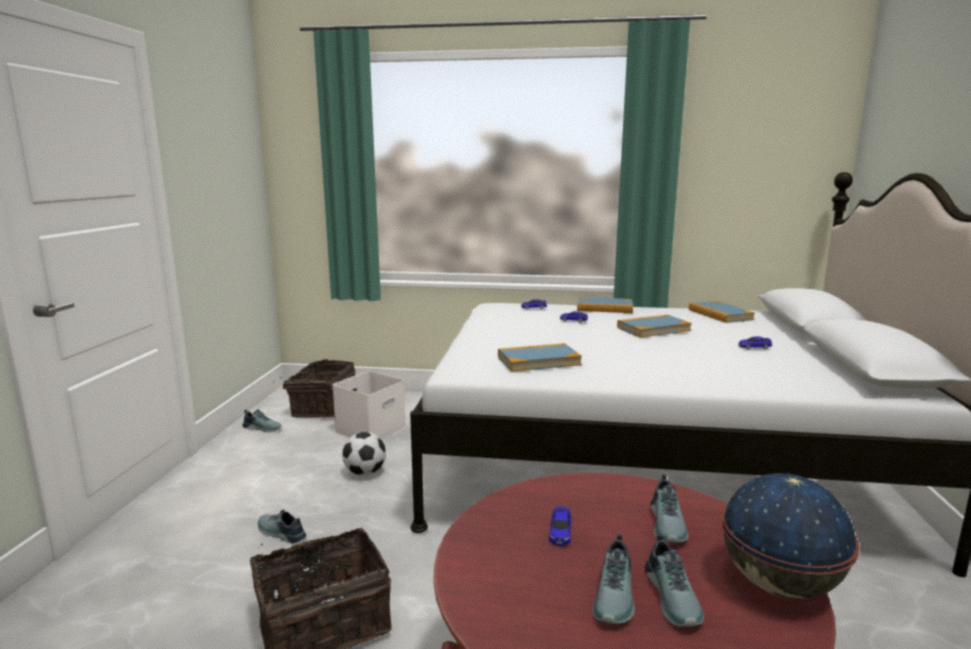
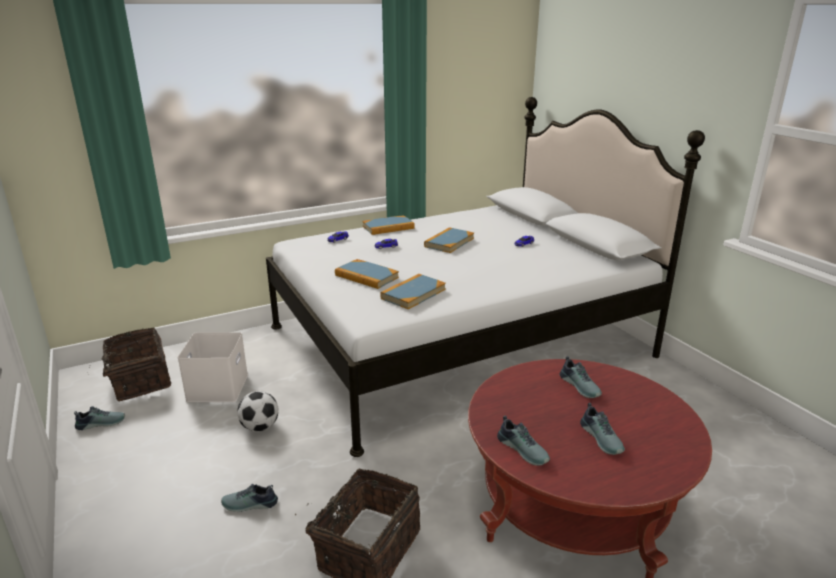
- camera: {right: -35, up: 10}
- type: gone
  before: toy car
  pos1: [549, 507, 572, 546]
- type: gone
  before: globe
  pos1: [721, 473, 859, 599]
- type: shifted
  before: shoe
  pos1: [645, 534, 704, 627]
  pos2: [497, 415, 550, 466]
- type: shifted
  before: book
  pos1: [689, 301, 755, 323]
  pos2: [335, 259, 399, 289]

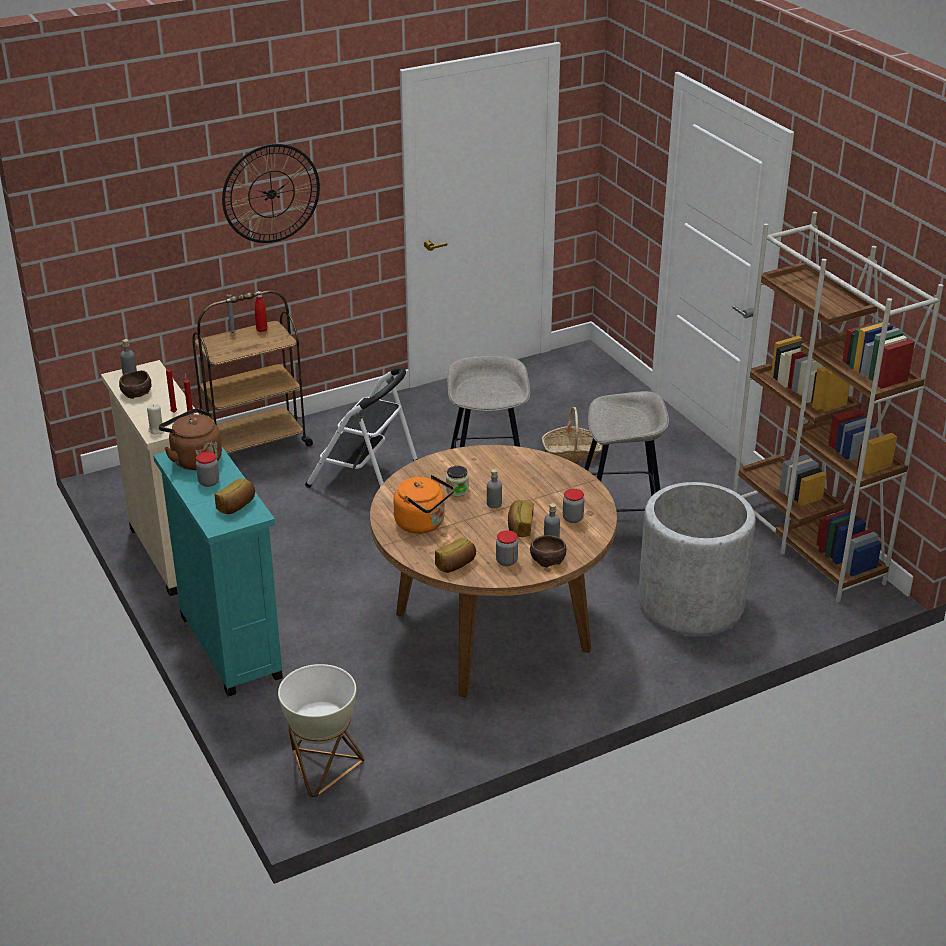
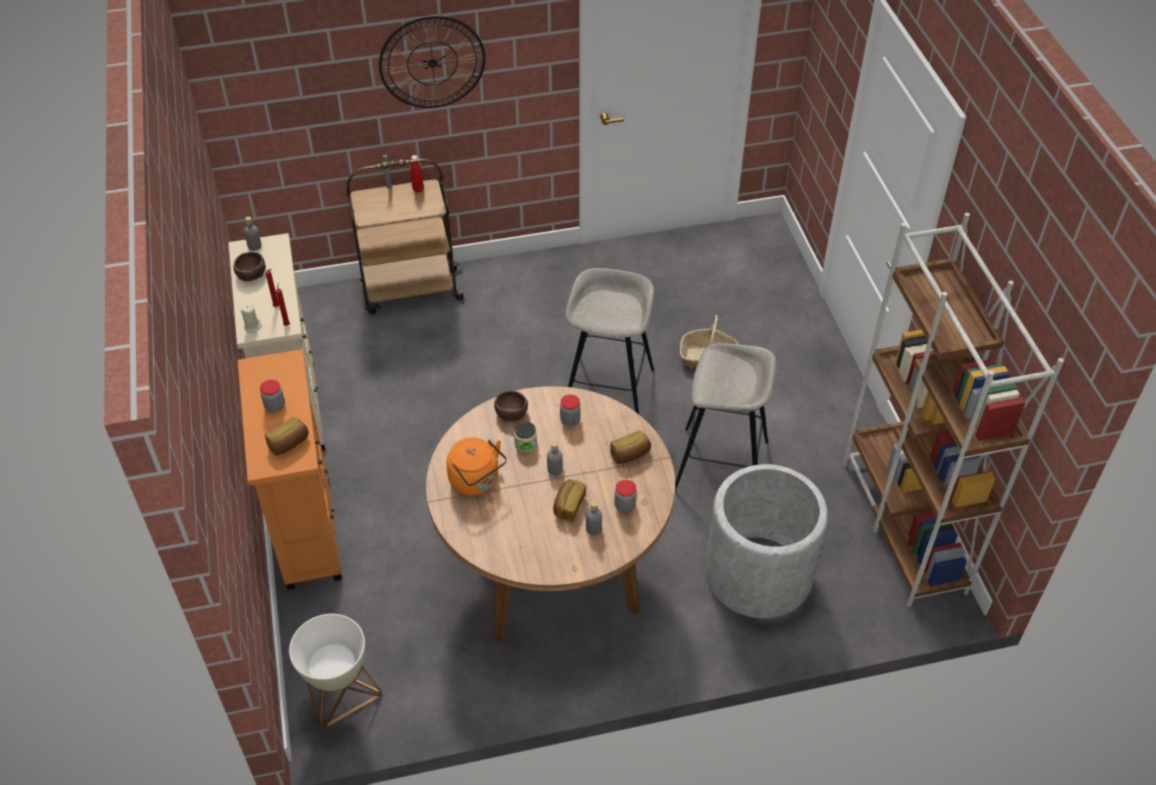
- camera: {right: 15, up: 15}
- type: gone
  before: kettle in brown
  pos1: [159, 408, 222, 470]
- type: gone
  before: step ladder
  pos1: [305, 368, 418, 488]
- type: shifted
  before: bread
  pos1: [435, 538, 476, 573]
  pos2: [610, 430, 651, 464]
- type: shifted
  before: jar
  pos1: [496, 530, 518, 566]
  pos2: [560, 394, 581, 426]
- type: shifted
  before: bowl in brown
  pos1: [530, 535, 567, 567]
  pos2: [494, 391, 528, 422]
- type: repainted
  before: cabinet in turquoise
  after: cabinet in orange
  pos1: [153, 447, 283, 697]
  pos2: [238, 349, 342, 590]

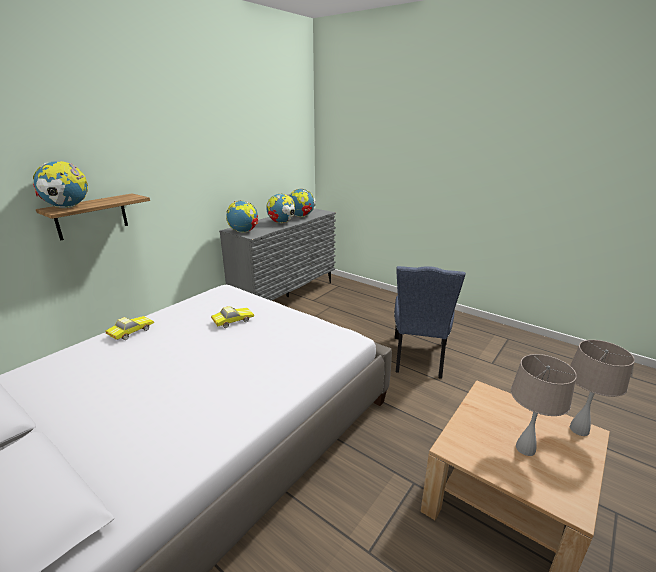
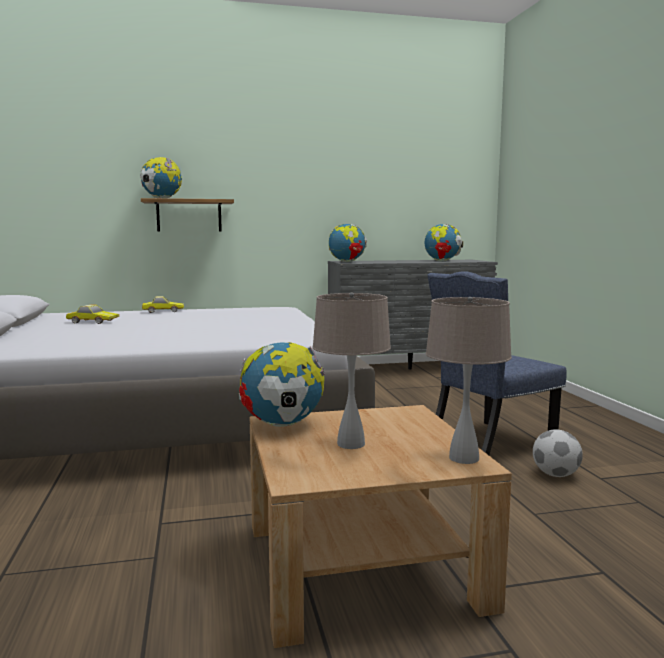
- camera: {right: 40, up: -15}
- type: new
  after: football
  pos2: [533, 429, 583, 477]
- type: shifted
  before: toy car
  pos1: [211, 306, 254, 328]
  pos2: [66, 305, 119, 324]
- type: shifted
  before: globe
  pos1: [266, 194, 295, 224]
  pos2: [239, 342, 325, 427]

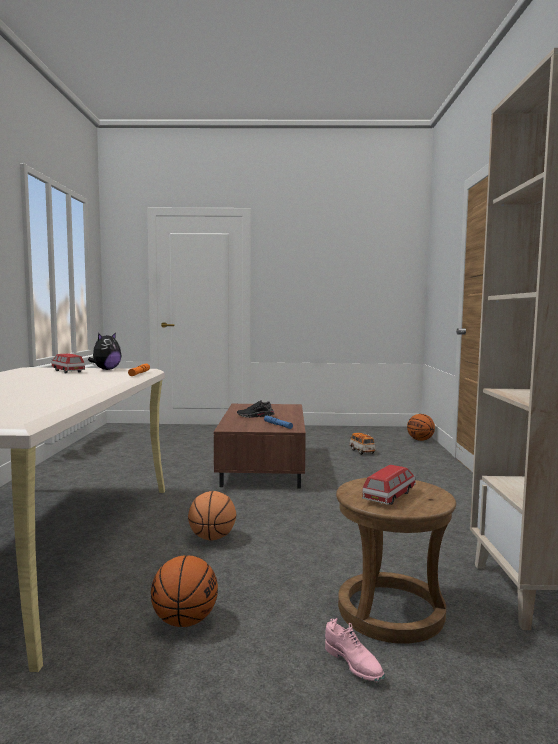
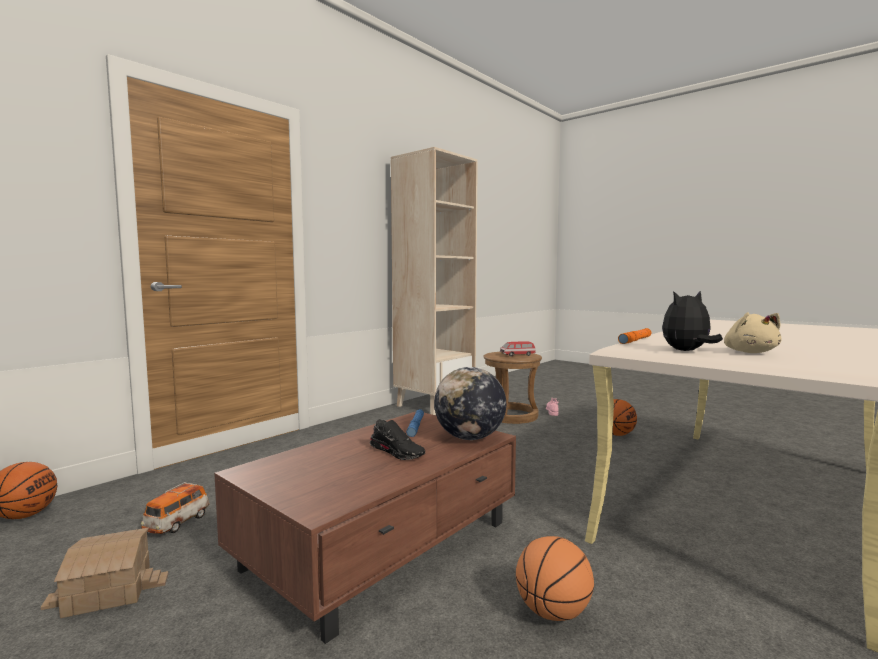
- camera: {right: -140, up: 0}
- type: new
  after: toy house
  pos2: [40, 528, 169, 618]
- type: new
  after: globe
  pos2: [434, 367, 506, 440]
- type: shifted
  before: basketball
  pos1: [188, 491, 236, 541]
  pos2: [516, 536, 594, 621]
- type: swapped
  before: toy car
  after: plush toy in beige
  pos1: [51, 354, 85, 373]
  pos2: [724, 312, 782, 353]

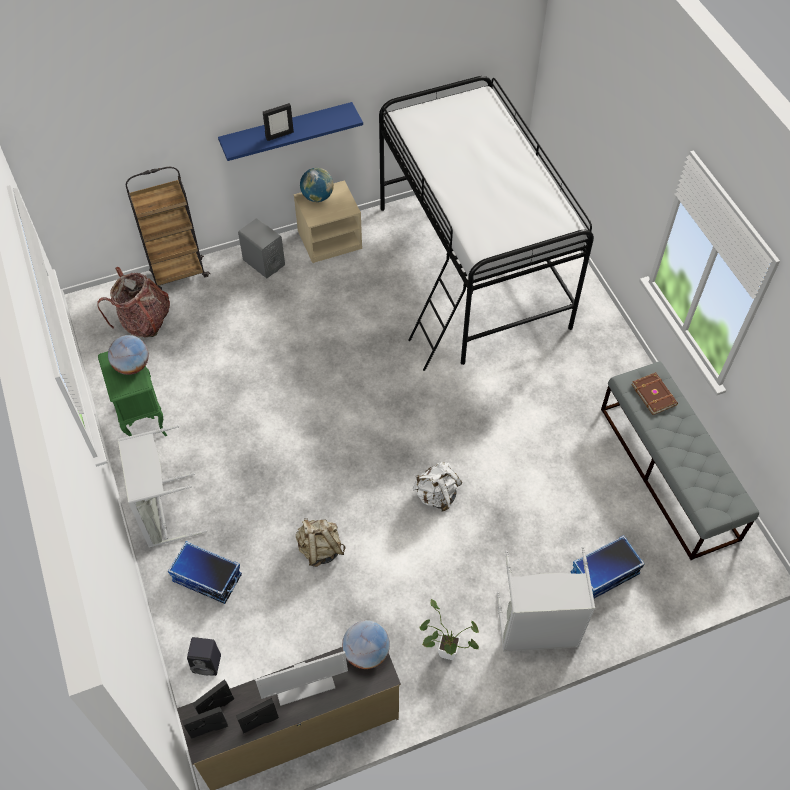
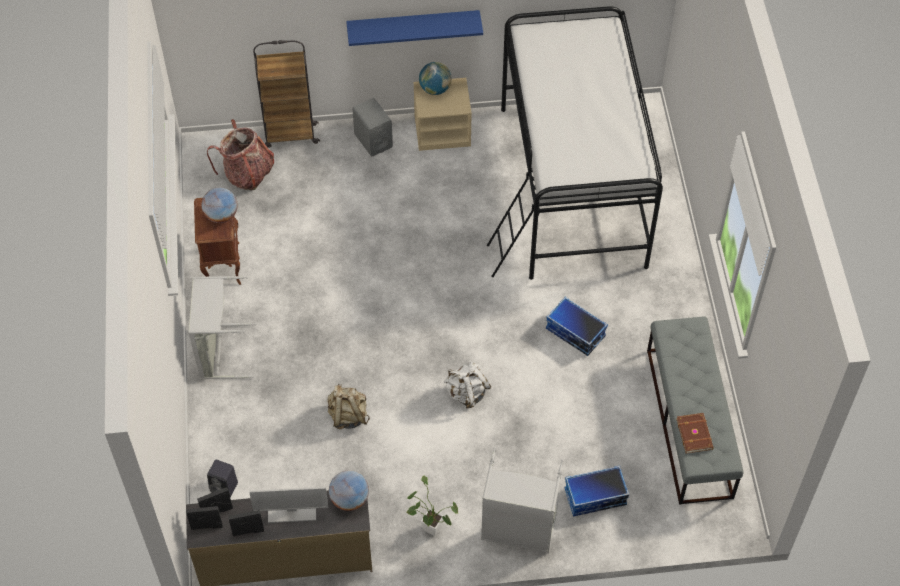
- camera: {right: 15, up: 0}
- type: gone
  before: picture frame
  pos1: [263, 103, 294, 141]
- type: shifted
  before: storage box
  pos1: [168, 541, 242, 604]
  pos2: [546, 297, 608, 356]
- type: shifted
  before: book in brown
  pos1: [631, 372, 678, 415]
  pos2: [676, 413, 714, 454]
- type: repainted
  before: nightstand in green
  after: nightstand in brown
  pos1: [98, 351, 167, 436]
  pos2: [194, 198, 241, 285]

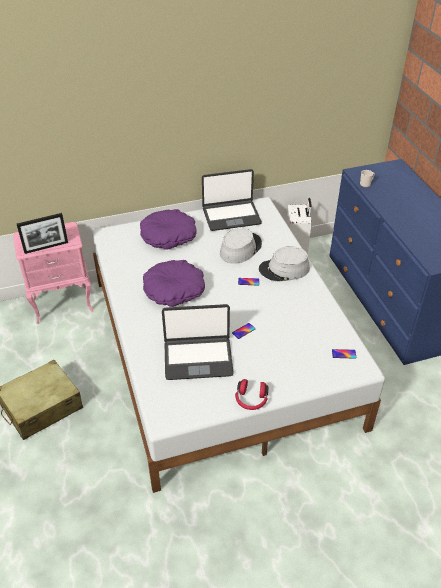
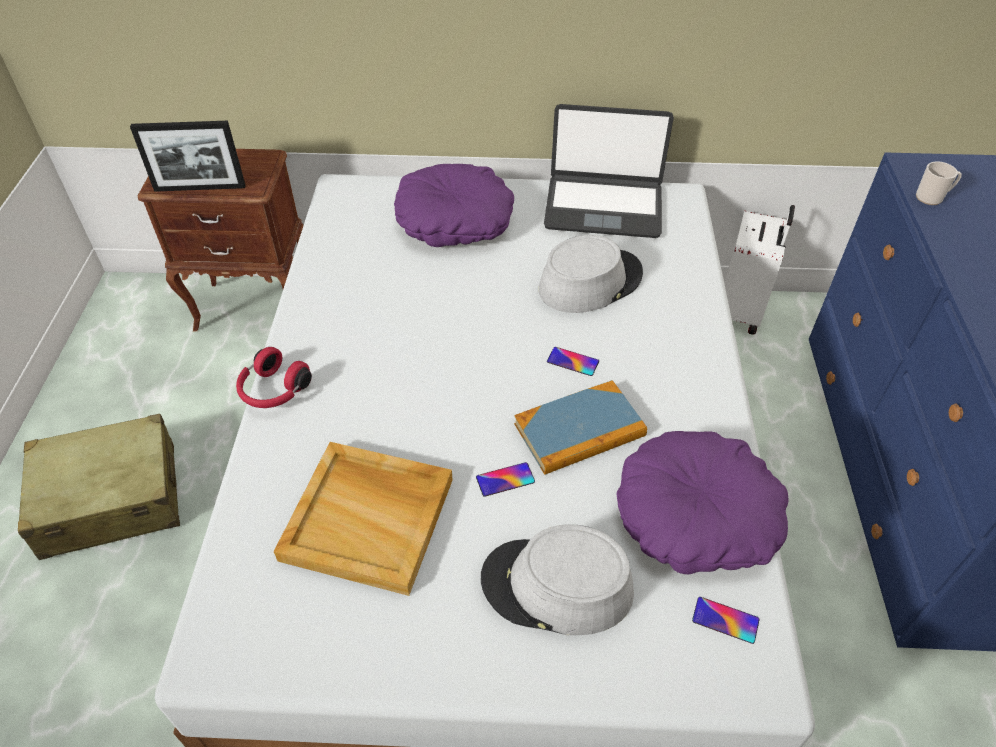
- camera: {right: 20, up: 5}
- type: new
  after: book
  pos2: [514, 380, 647, 475]
- type: shifted
  before: pillow in purple
  pos1: [143, 260, 205, 307]
  pos2: [617, 431, 788, 574]
- type: shifted
  before: headphones in red
  pos1: [235, 379, 269, 410]
  pos2: [236, 347, 312, 408]
- type: shifted
  before: hat in grey
  pos1: [259, 246, 310, 281]
  pos2: [481, 524, 634, 635]
- type: swapped
  before: laptop
  after: tray in beige
  pos1: [162, 304, 234, 380]
  pos2: [274, 442, 453, 596]
- type: repainted
  before: nightstand in pink
  after: nightstand in brown
  pos1: [13, 222, 94, 324]
  pos2: [138, 149, 304, 331]

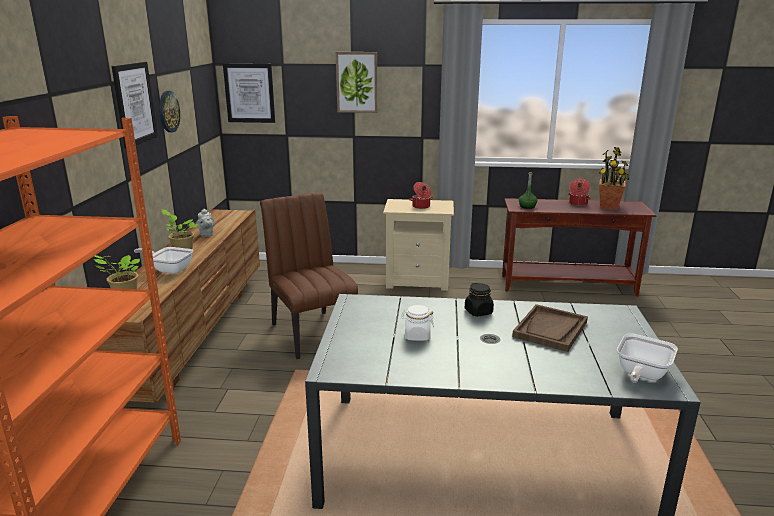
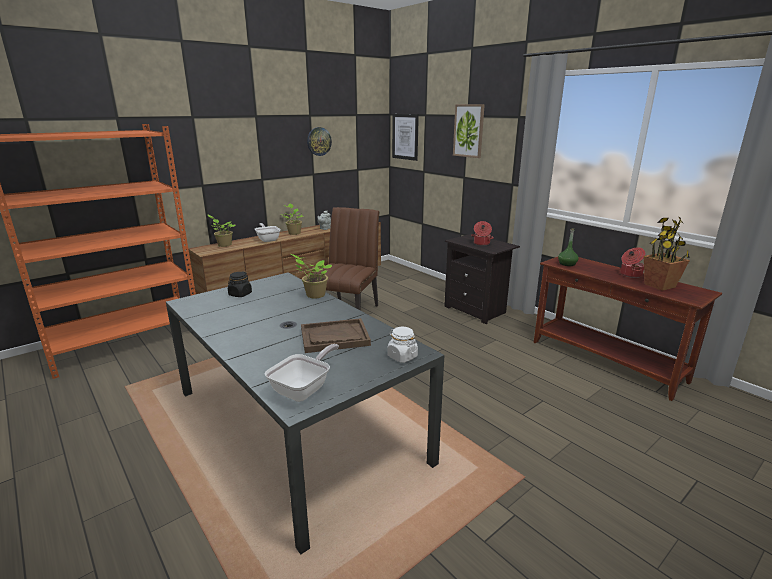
- camera: {right: 45, up: 0}
- type: gone
  before: picture
  pos1: [112, 62, 158, 149]
- type: new
  after: potted plant
  pos2: [291, 254, 332, 298]
- type: shifted
  before: jar in white
  pos1: [401, 305, 434, 341]
  pos2: [387, 327, 418, 363]
- type: shifted
  before: jar in black
  pos1: [465, 283, 494, 317]
  pos2: [228, 271, 252, 297]
- type: repainted
  before: nightstand in beige
  after: nightstand in black
  pos1: [383, 199, 454, 291]
  pos2: [444, 234, 520, 324]
- type: rotated
  before: frying pan
  pos1: [617, 334, 678, 383]
  pos2: [265, 344, 339, 402]
  turn: 135

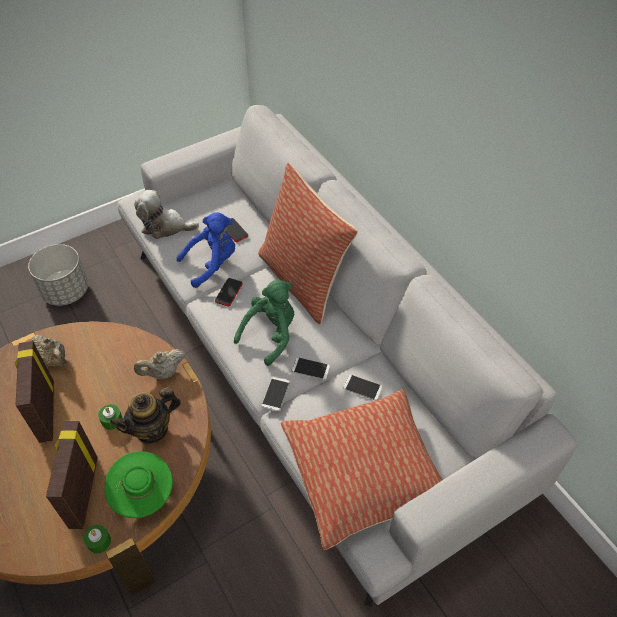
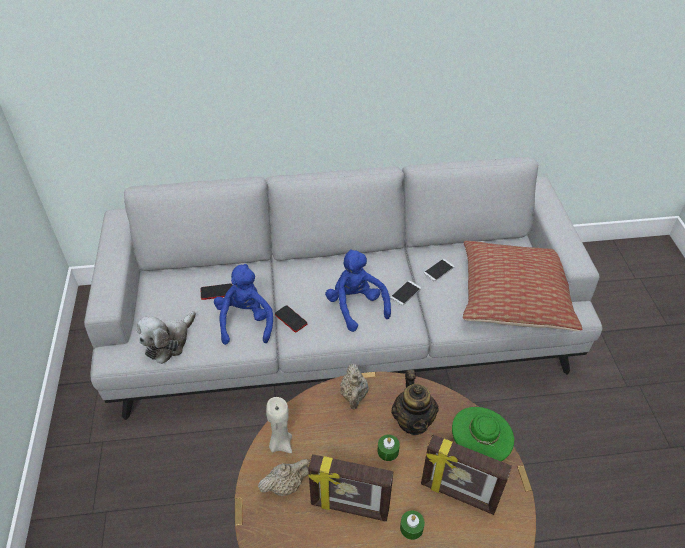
- camera: {right: -65, up: -5}
- type: gone
  before: planter in grey
  pos1: [28, 244, 88, 306]
- type: gone
  before: pillow
  pos1: [258, 163, 358, 324]
- type: gone
  before: phone
  pos1: [262, 377, 290, 411]
- type: new
  after: candle in beige
  pos2: [266, 397, 292, 453]
- type: shifted
  before: candle in green
  pos1: [83, 525, 111, 554]
  pos2: [400, 510, 425, 540]
- type: repainted
  before: plush toy in green
  after: plush toy in blue
  pos1: [234, 280, 294, 366]
  pos2: [325, 249, 391, 332]

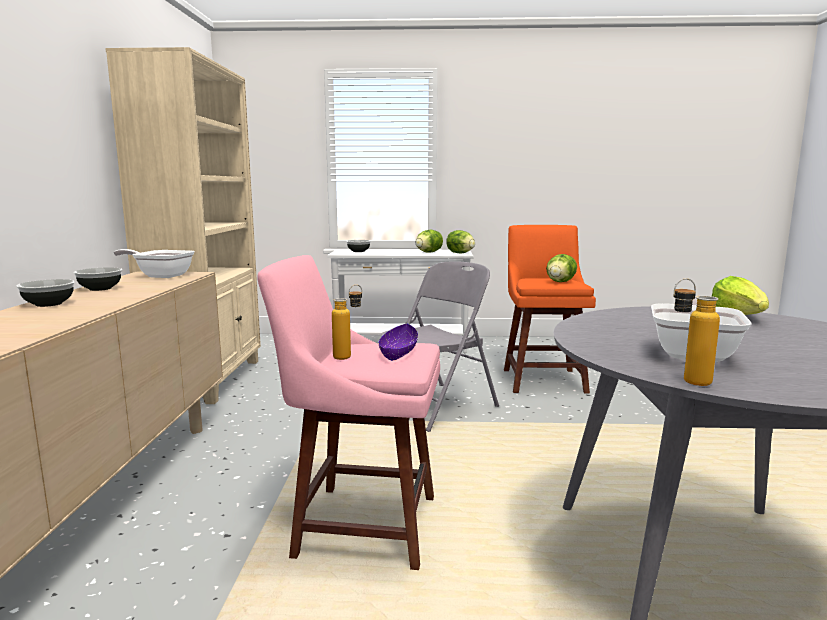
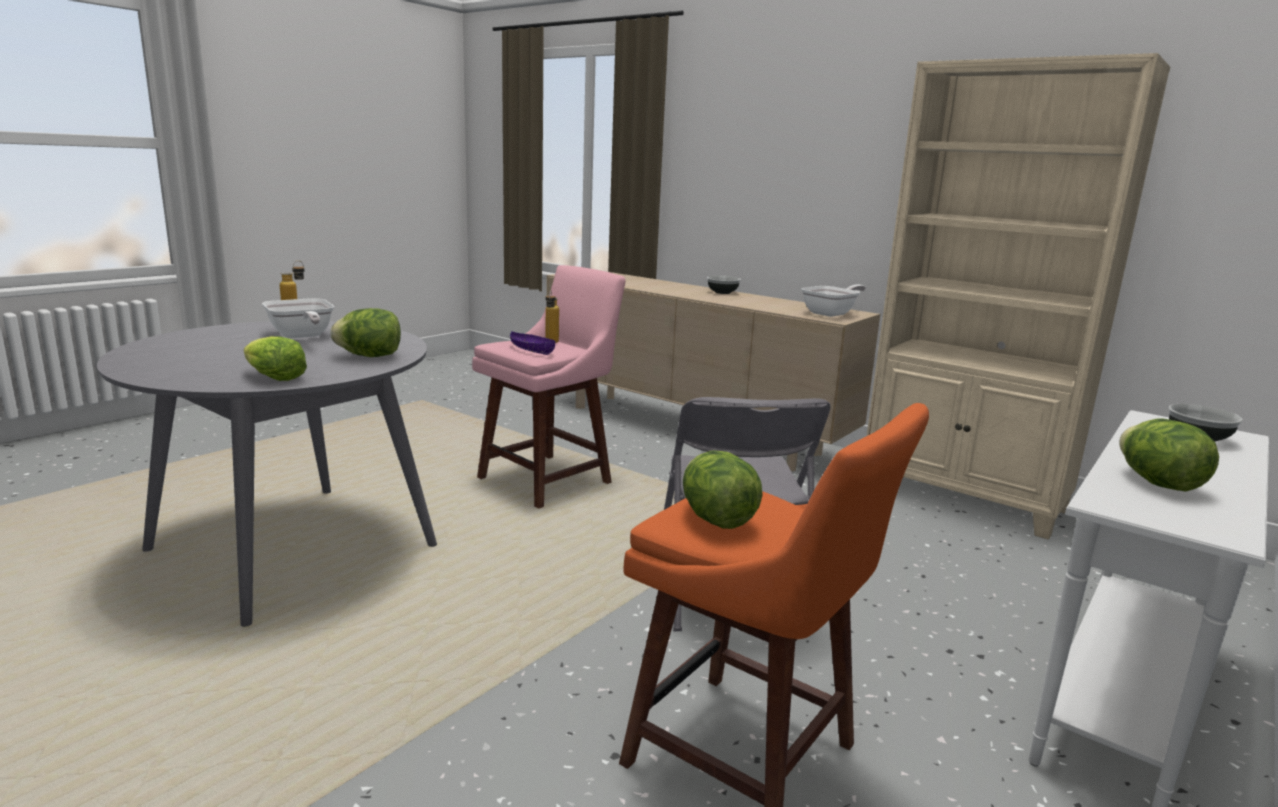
- camera: {right: 125, up: 5}
- type: gone
  before: bowl
  pos1: [74, 267, 122, 291]
- type: shifted
  before: lettuce
  pos1: [446, 230, 475, 253]
  pos2: [331, 308, 401, 357]

